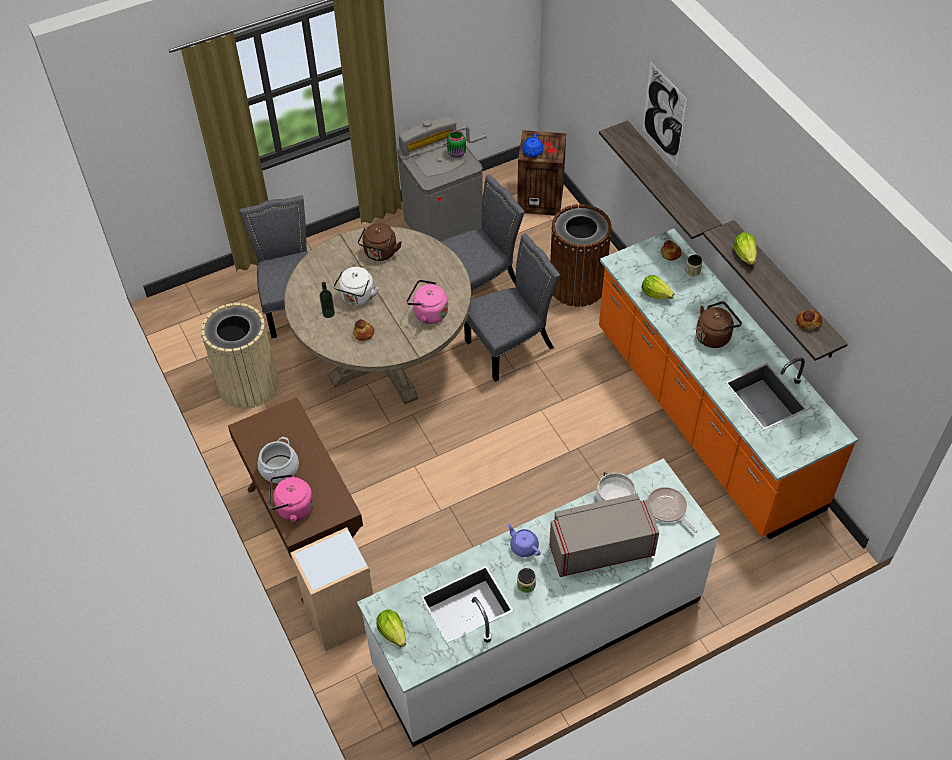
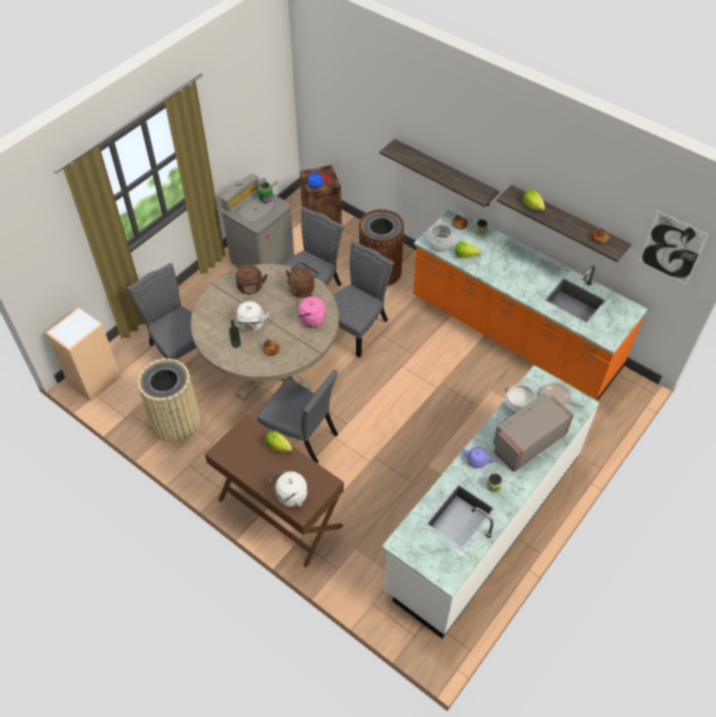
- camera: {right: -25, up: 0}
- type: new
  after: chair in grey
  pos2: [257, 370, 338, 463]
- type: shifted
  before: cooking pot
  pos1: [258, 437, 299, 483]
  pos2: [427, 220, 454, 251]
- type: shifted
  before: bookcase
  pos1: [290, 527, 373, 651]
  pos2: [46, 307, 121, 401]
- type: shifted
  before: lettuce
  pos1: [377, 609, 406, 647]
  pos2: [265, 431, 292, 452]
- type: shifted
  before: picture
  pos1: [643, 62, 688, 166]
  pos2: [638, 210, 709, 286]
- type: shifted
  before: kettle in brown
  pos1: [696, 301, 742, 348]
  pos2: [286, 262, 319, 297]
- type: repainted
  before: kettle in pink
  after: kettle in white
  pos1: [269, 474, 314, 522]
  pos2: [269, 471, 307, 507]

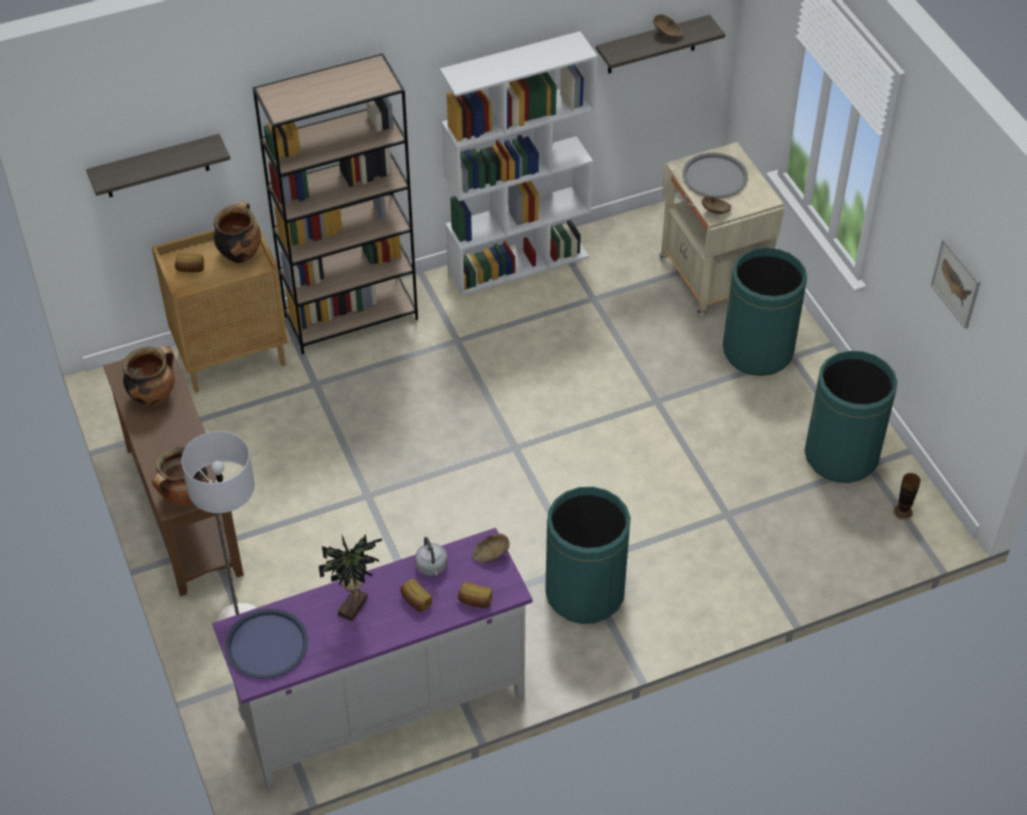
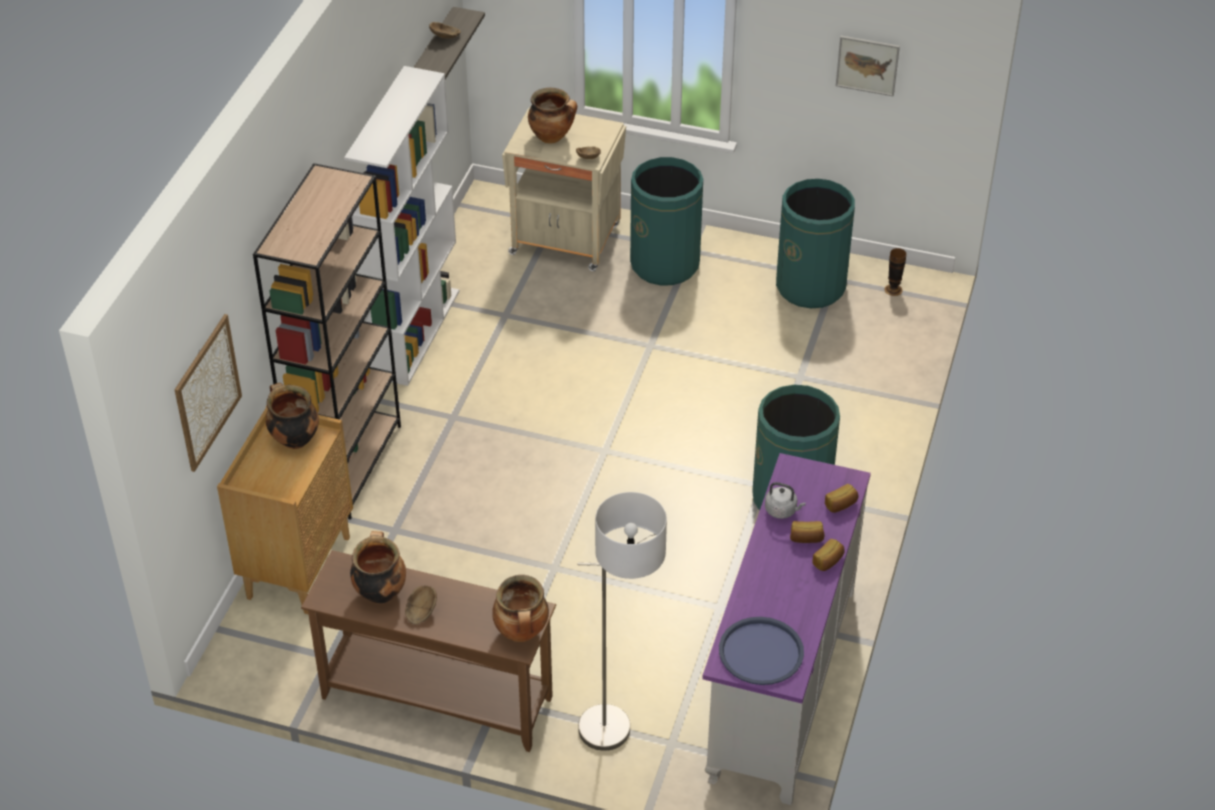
- camera: {right: -50, up: -5}
- type: gone
  before: potted plant
  pos1: [319, 534, 382, 621]
- type: shifted
  before: bread
  pos1: [175, 254, 204, 272]
  pos2: [812, 539, 844, 571]
- type: shifted
  before: bowl in brown
  pos1: [472, 533, 510, 563]
  pos2: [405, 585, 437, 624]
- type: swapped
  before: shelf
  after: picture
  pos1: [86, 134, 230, 197]
  pos2: [175, 314, 242, 472]
- type: swapped
  before: tray in grey
  after: cooking pot
  pos1: [682, 152, 748, 198]
  pos2: [528, 88, 577, 144]

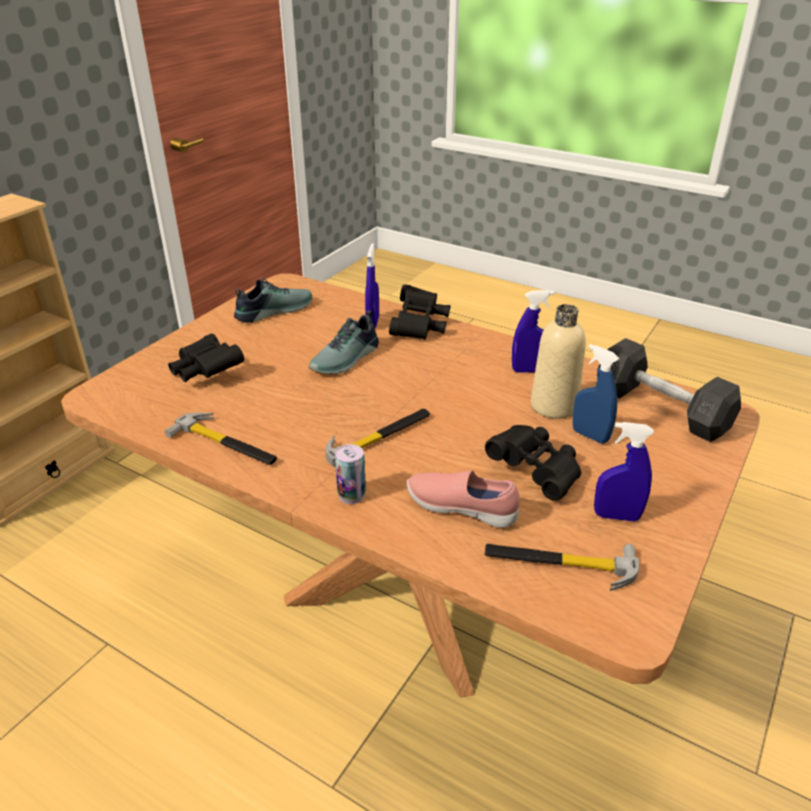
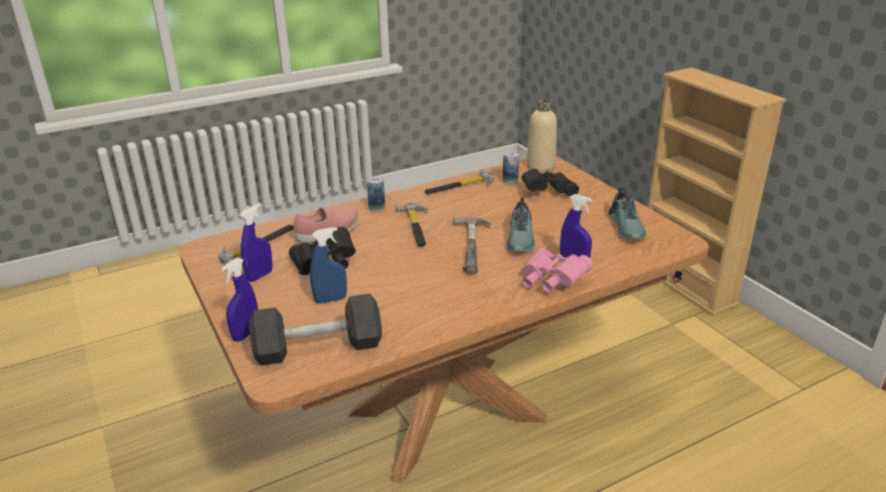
- camera: {right: 120, up: -5}
- type: new
  after: hammer
  pos2: [453, 217, 491, 274]
- type: new
  after: can
  pos2: [503, 151, 519, 185]
- type: shifted
  before: spray bottle in blue
  pos1: [512, 290, 554, 373]
  pos2: [221, 258, 258, 342]
- type: shifted
  before: bottle in beige
  pos1: [531, 304, 586, 419]
  pos2: [526, 99, 557, 171]
- type: repainted
  before: binoculars in black
  after: binoculars in pink
  pos1: [389, 284, 451, 340]
  pos2: [521, 249, 593, 293]
- type: rotated
  before: shoe
  pos1: [309, 310, 379, 374]
  pos2: [506, 197, 536, 252]
  turn: -150

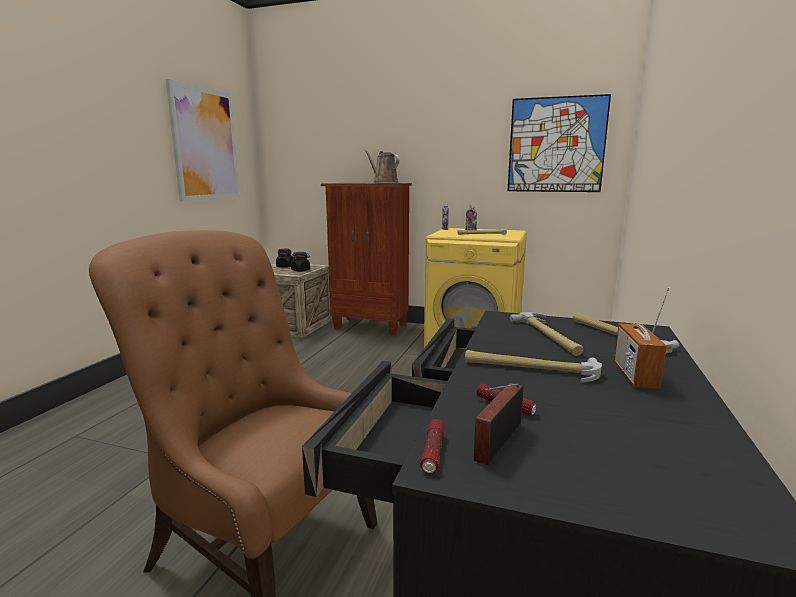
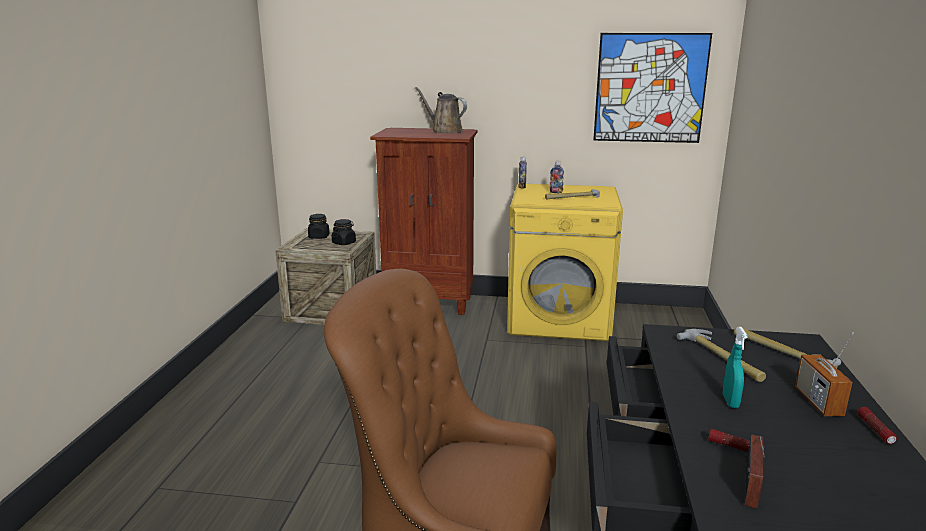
- camera: {right: -10, up: 5}
- type: gone
  before: picture
  pos1: [166, 79, 240, 201]
- type: shifted
  before: flashlight
  pos1: [420, 419, 445, 474]
  pos2: [858, 407, 897, 444]
- type: swapped
  before: hammer
  after: spray bottle in turquoise
  pos1: [465, 350, 602, 382]
  pos2: [723, 327, 748, 408]

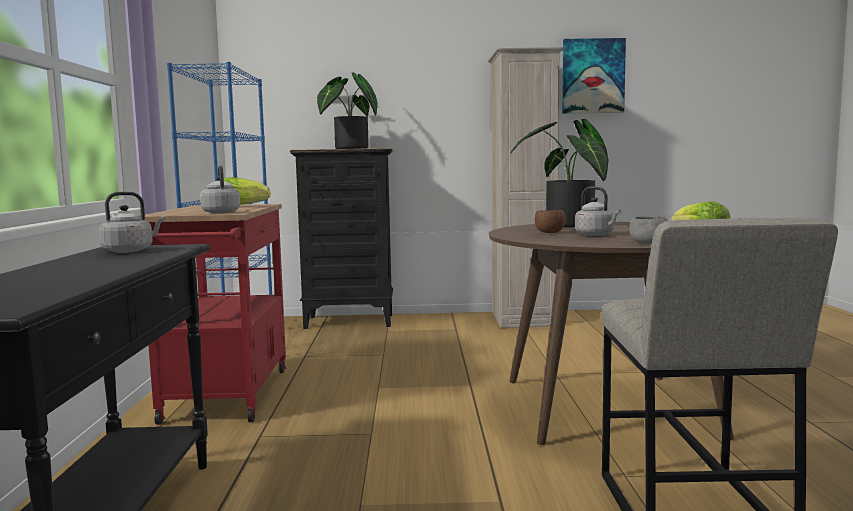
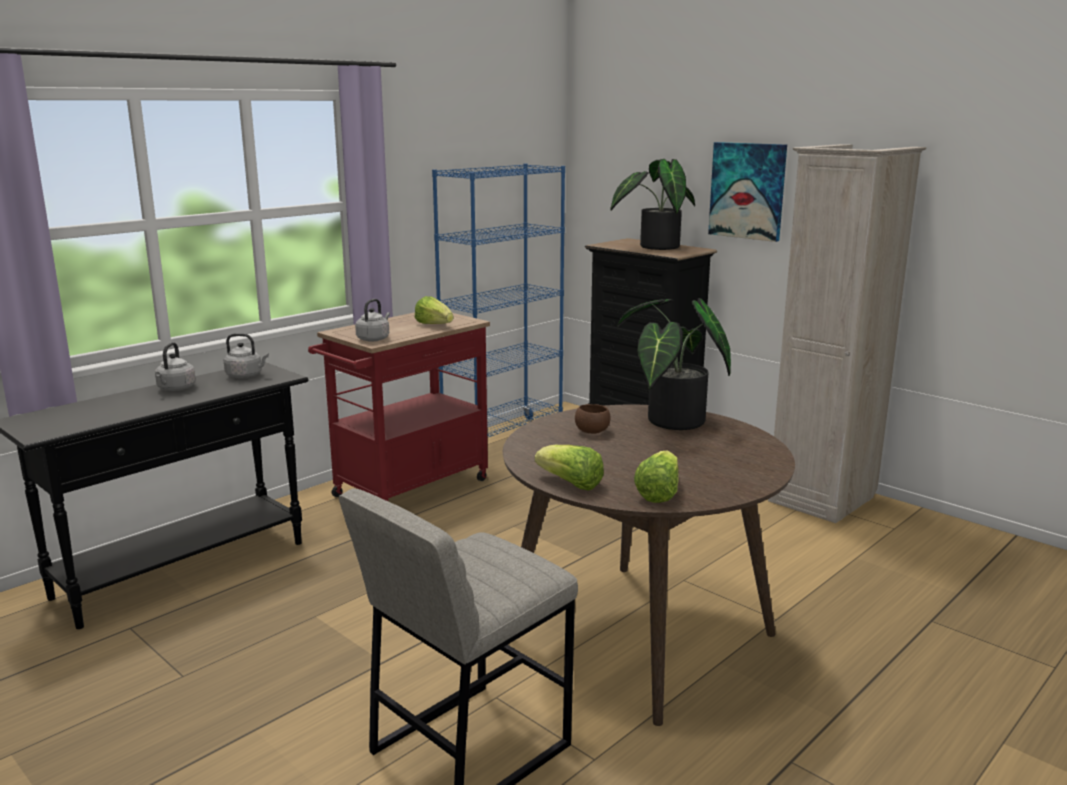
- camera: {right: 45, up: 10}
- type: shifted
  before: picture
  pos1: [562, 38, 626, 114]
  pos2: [708, 142, 787, 242]
- type: shifted
  before: kettle in grey
  pos1: [575, 187, 621, 236]
  pos2: [155, 342, 196, 391]
- type: swapped
  before: bowl in grey
  after: lettuce
  pos1: [629, 216, 668, 244]
  pos2: [535, 445, 604, 491]

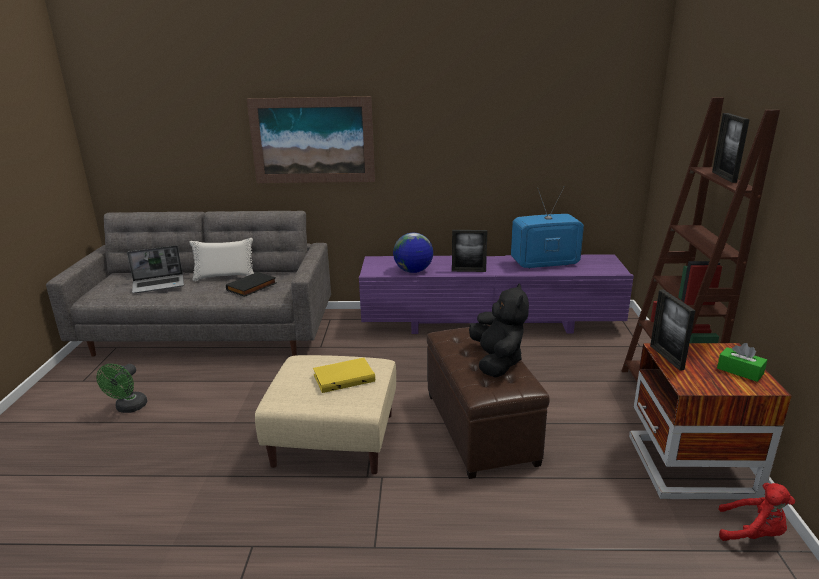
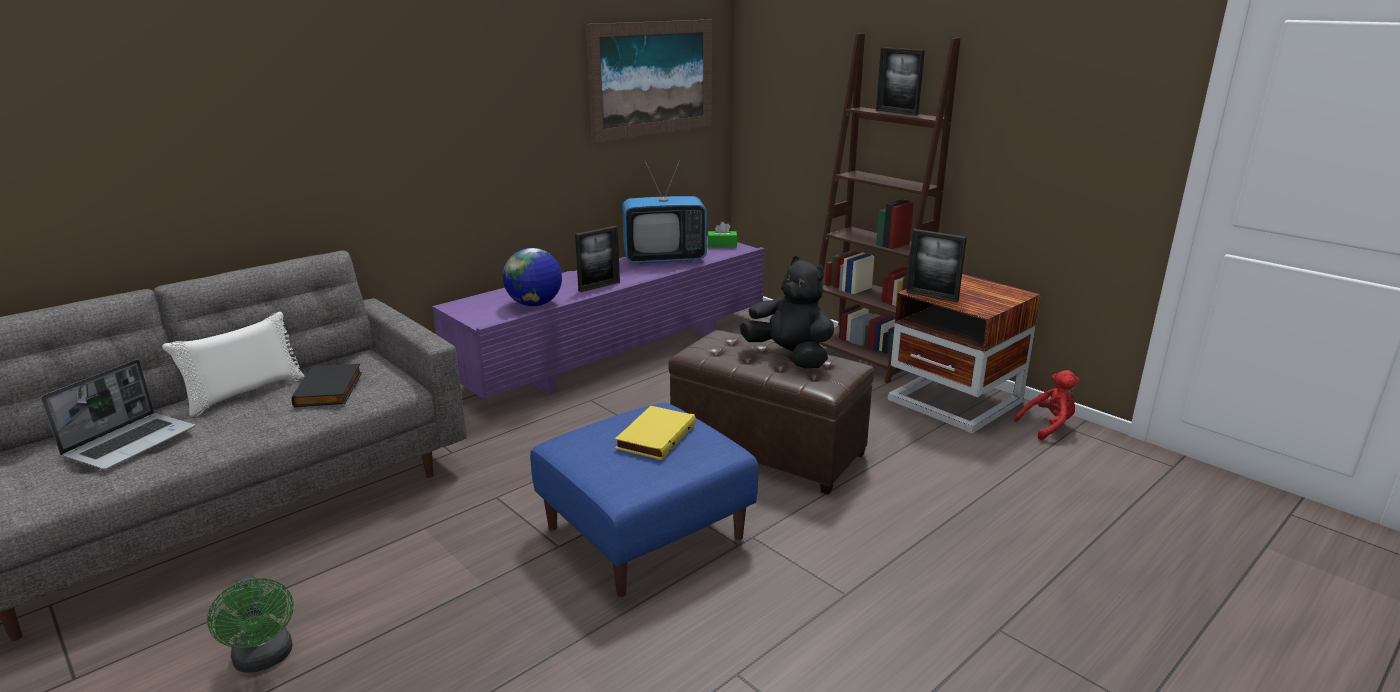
- camera: {right: -45, up: 0}
- type: shifted
  before: picture
  pos1: [247, 96, 375, 183]
  pos2: [586, 19, 712, 143]
- type: shifted
  before: tissue box in green
  pos1: [717, 343, 767, 382]
  pos2: [708, 222, 737, 248]
- type: repainted
  before: ottoman in beige
  after: ottoman in blue
  pos1: [255, 355, 396, 474]
  pos2: [530, 403, 758, 597]
- type: rotated
  before: television
  pos1: [511, 186, 584, 268]
  pos2: [622, 159, 707, 264]
  turn: -135

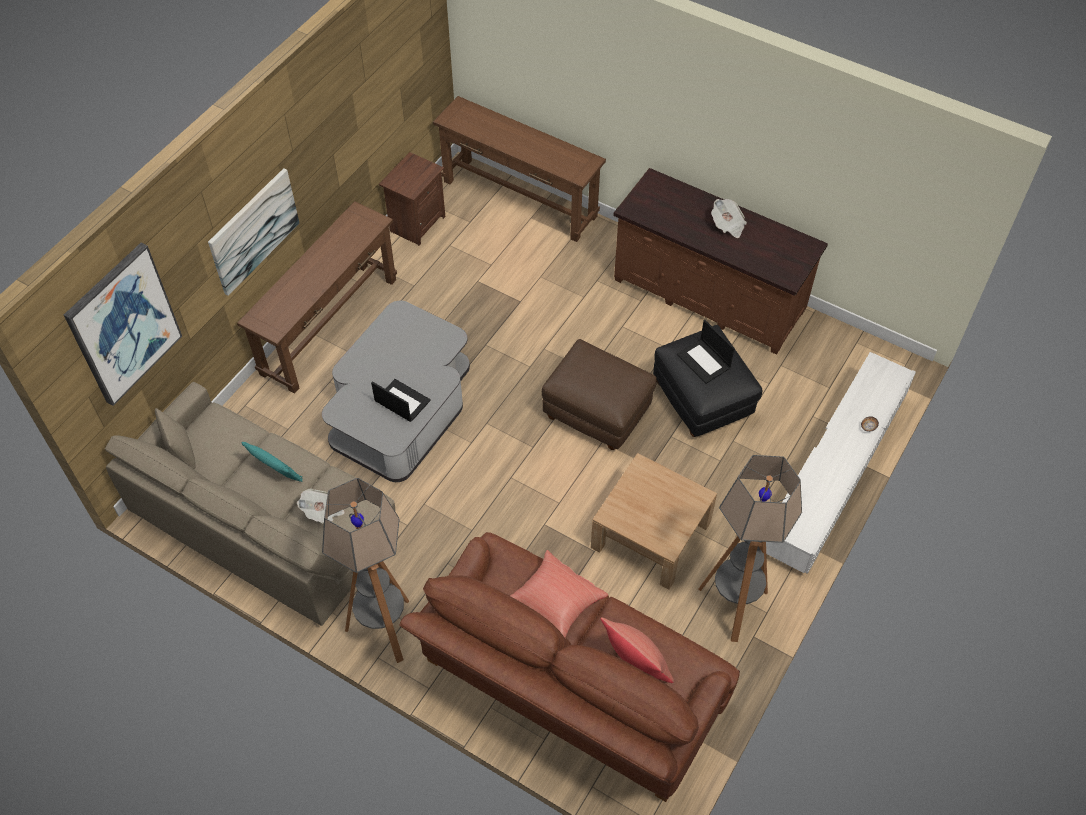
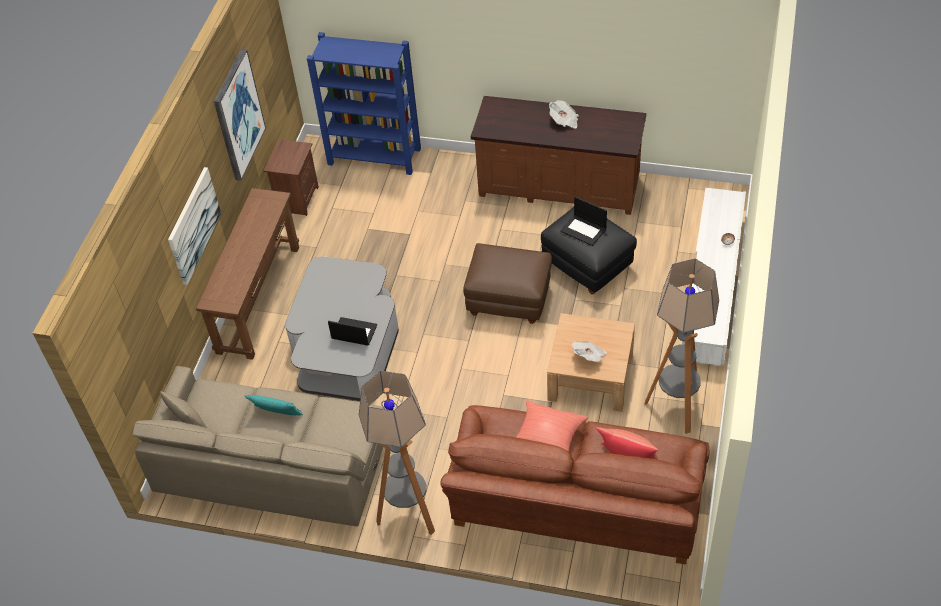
- camera: {right: -15, up: -5}
- type: shifted
  before: picture
  pos1: [64, 243, 182, 406]
  pos2: [214, 49, 266, 181]
- type: shifted
  before: newspaper
  pos1: [297, 489, 345, 523]
  pos2: [572, 341, 607, 362]
- type: swapped
  before: console table in brown
  after: bookcase in blue
  pos1: [433, 96, 606, 242]
  pos2: [307, 32, 421, 175]

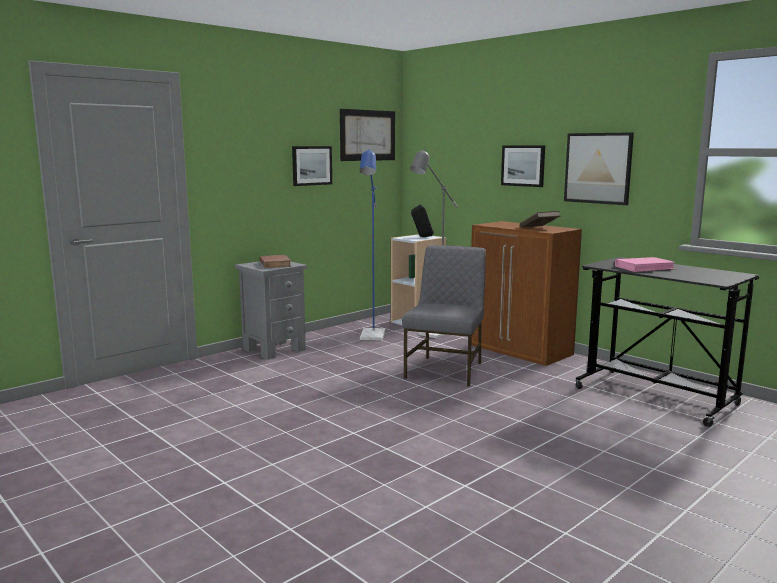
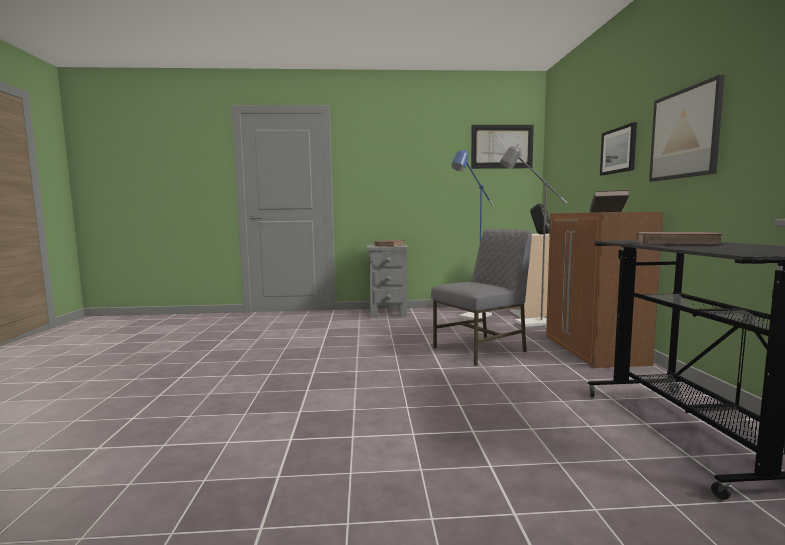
- camera: {right: 40, up: -5}
- type: gone
  before: picture
  pos1: [292, 146, 332, 186]
- type: repainted
  before: book in pink
  after: book in brown
  pos1: [615, 257, 676, 272]
  pos2: [636, 232, 724, 245]

